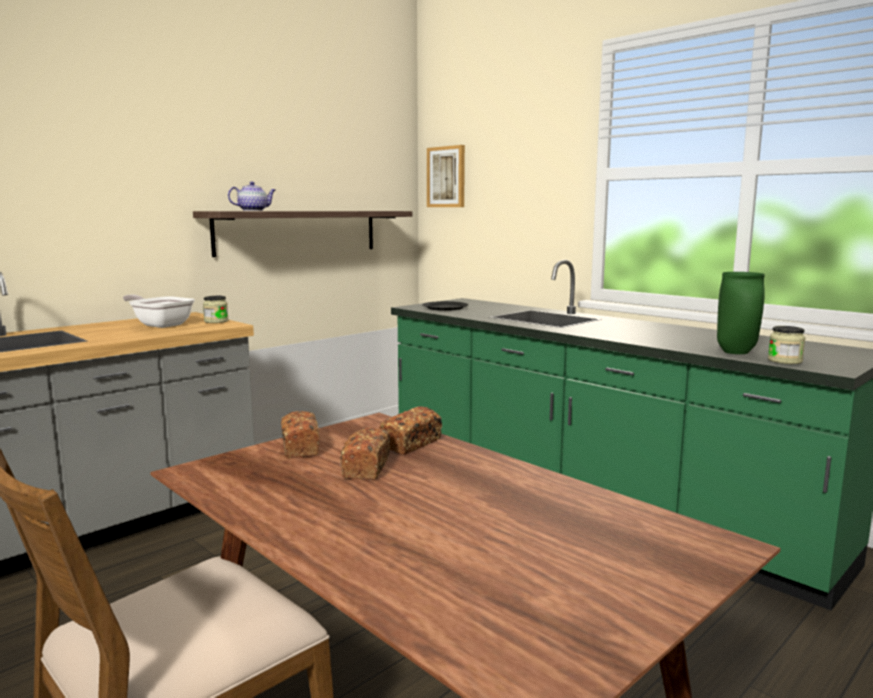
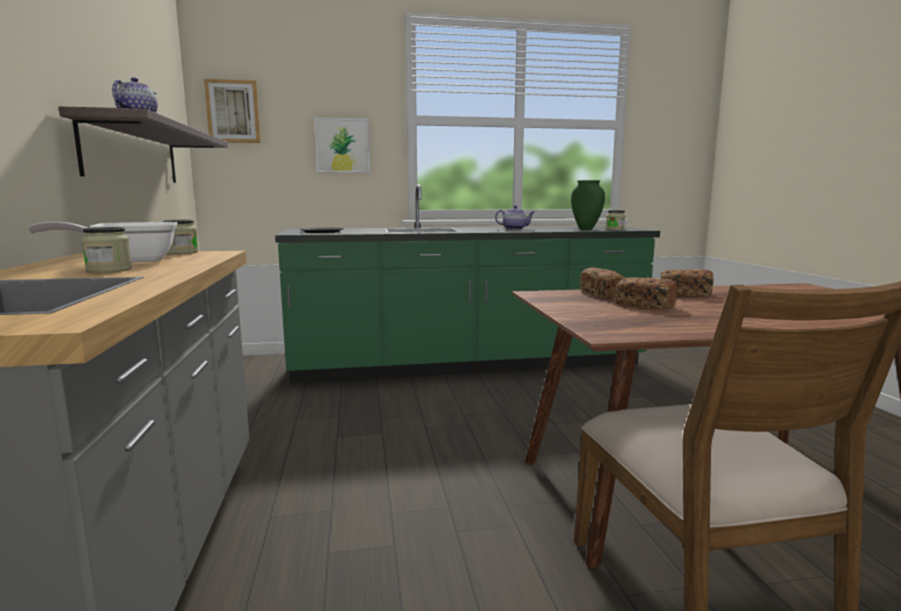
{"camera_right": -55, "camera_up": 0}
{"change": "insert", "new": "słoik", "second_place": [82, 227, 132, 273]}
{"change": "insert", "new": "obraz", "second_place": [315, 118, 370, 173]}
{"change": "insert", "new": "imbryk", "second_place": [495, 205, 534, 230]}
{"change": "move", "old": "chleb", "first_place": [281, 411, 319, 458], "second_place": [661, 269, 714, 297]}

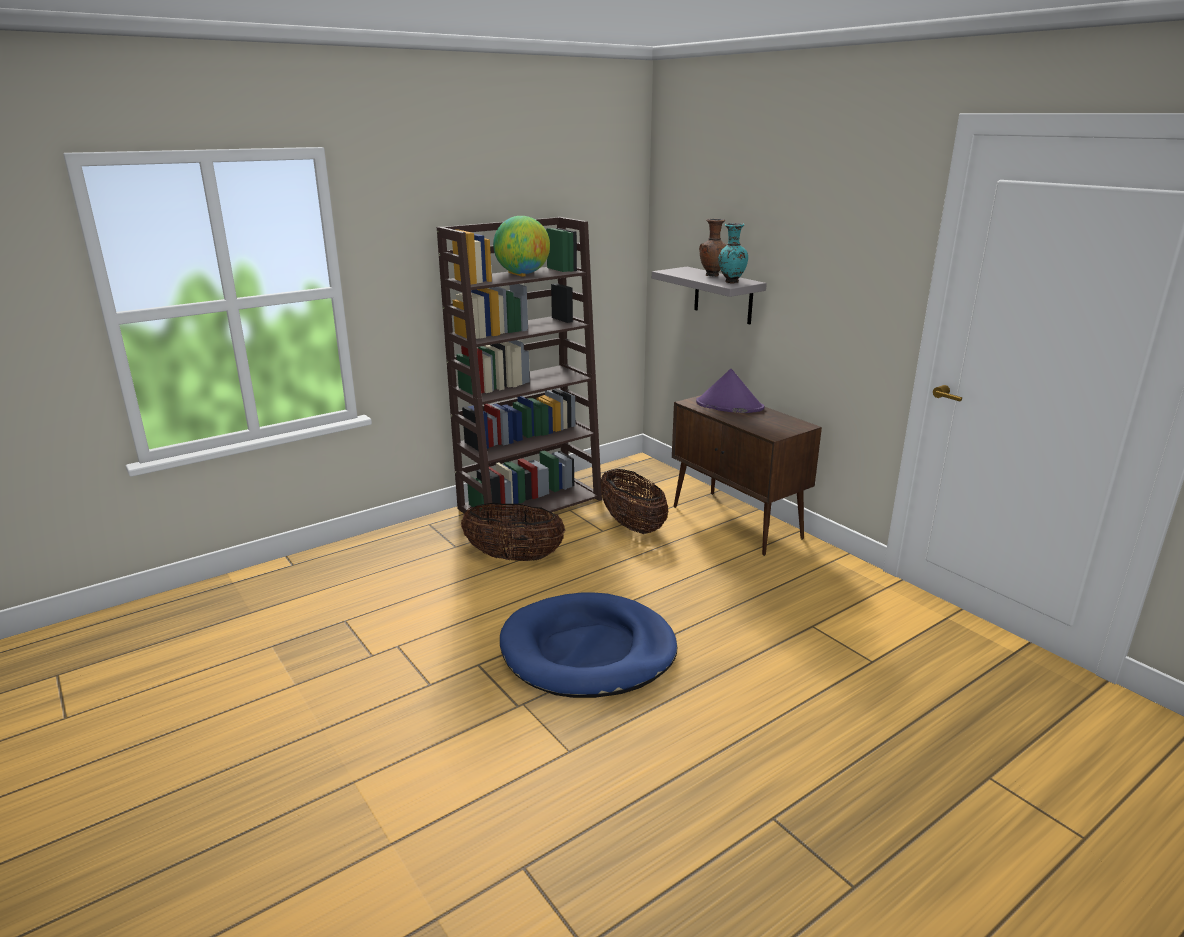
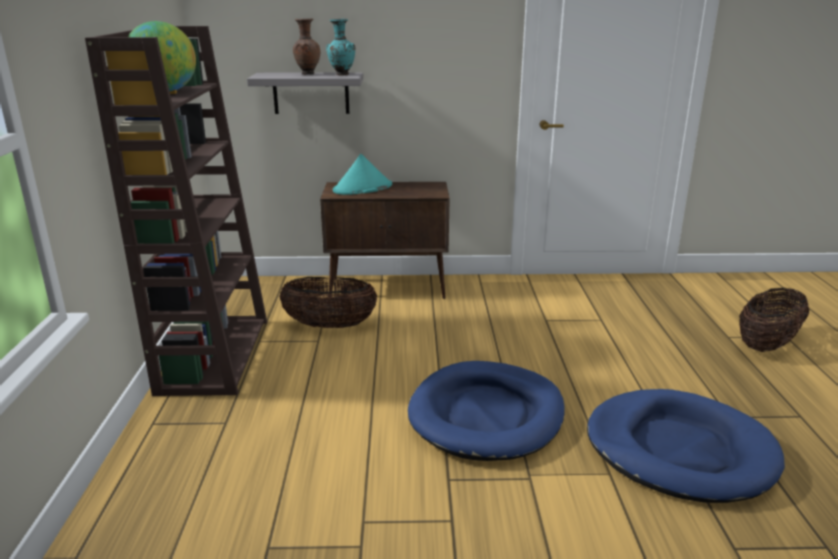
{"camera_right": -55, "camera_up": 0}
{"change": "recolor", "old": "kapelusz [fioletowy]", "new": "kapelusz [turkusowy]", "first_place": [696, 369, 764, 413], "second_place": [333, 154, 392, 195]}
{"change": "insert", "new": "legowisko [niebieski]", "second_place": [587, 389, 785, 503]}
{"change": "move", "old": "koszyk", "first_place": [461, 503, 565, 561], "second_place": [739, 288, 810, 352]}

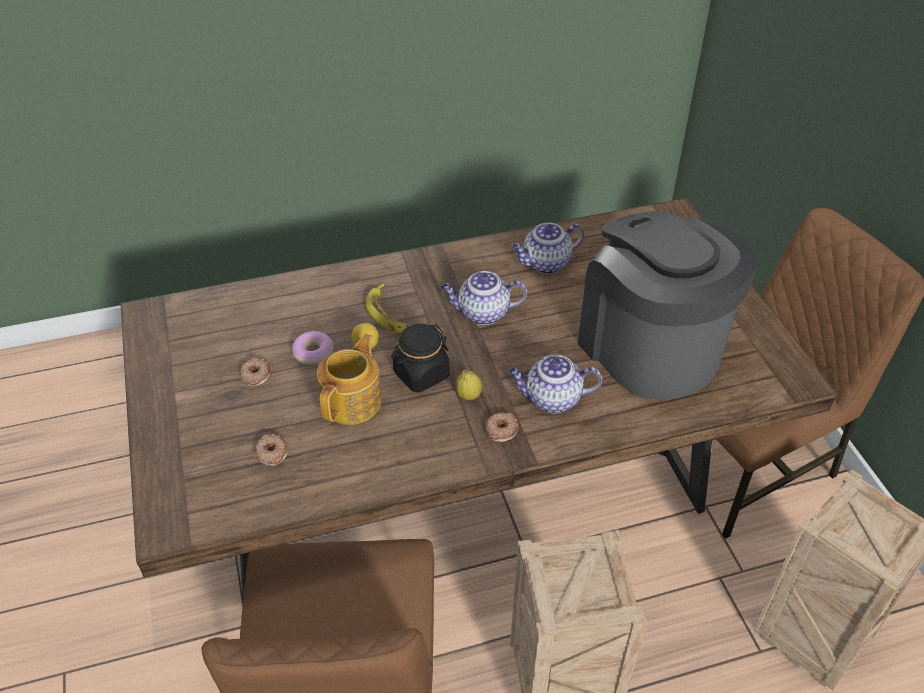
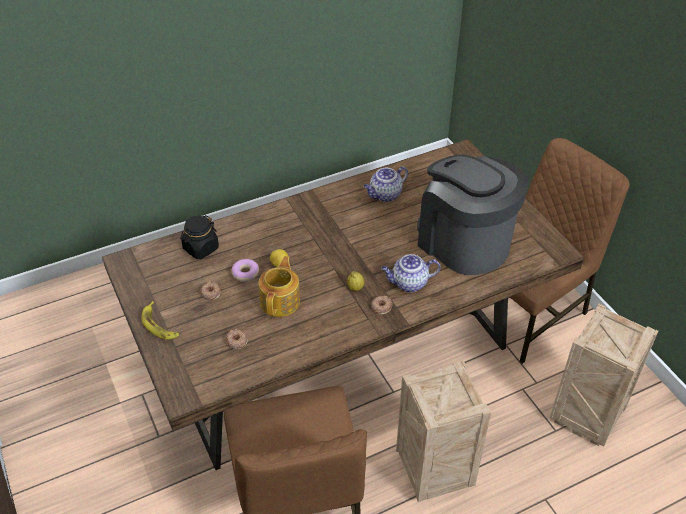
{"camera_right": -10, "camera_up": 0}
{"change": "move", "old": "banan", "first_place": [366, 283, 410, 333], "second_place": [142, 301, 179, 340]}
{"change": "move", "old": "słoik [czarny]", "first_place": [391, 324, 450, 392], "second_place": [180, 215, 219, 259]}
{"change": "delete", "old": "imbryk", "first_place": [441, 271, 527, 325]}

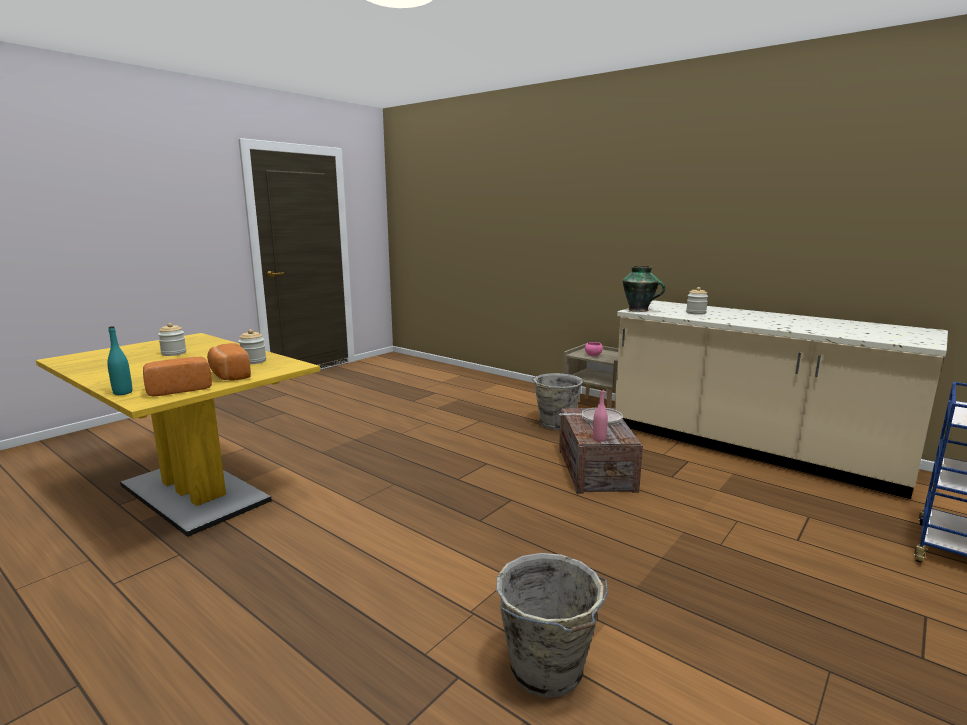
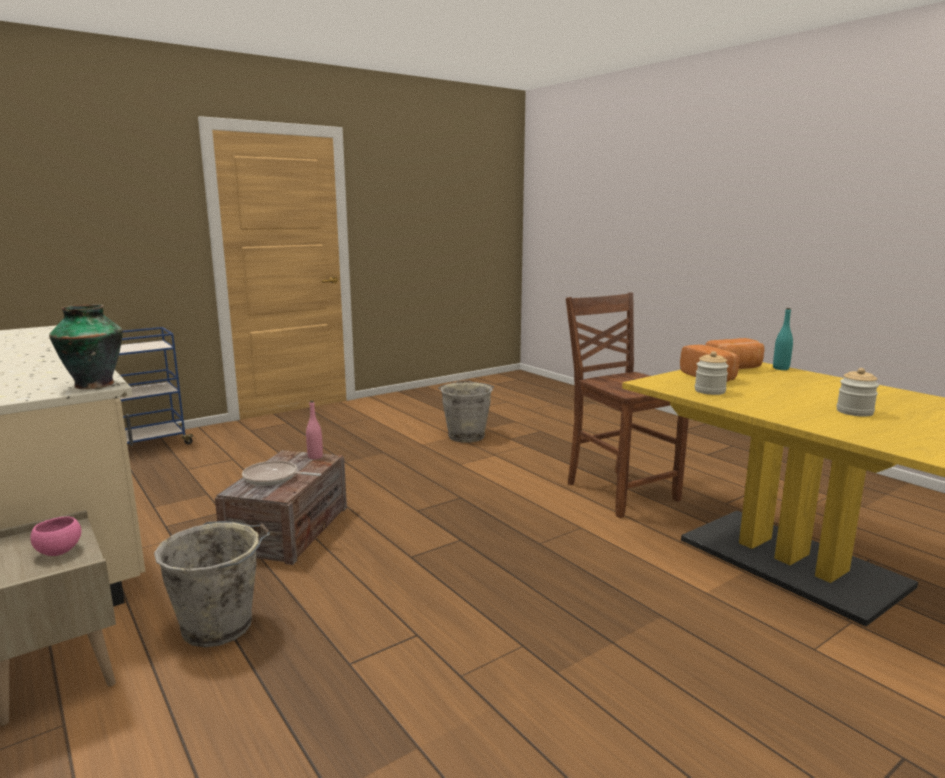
{"camera_right": -165, "camera_up": 0}
{"change": "insert", "new": "krzesło [brązowy]", "second_place": [566, 293, 689, 518]}
{"change": "delete", "old": "słoik", "first_place": [686, 287, 708, 315]}

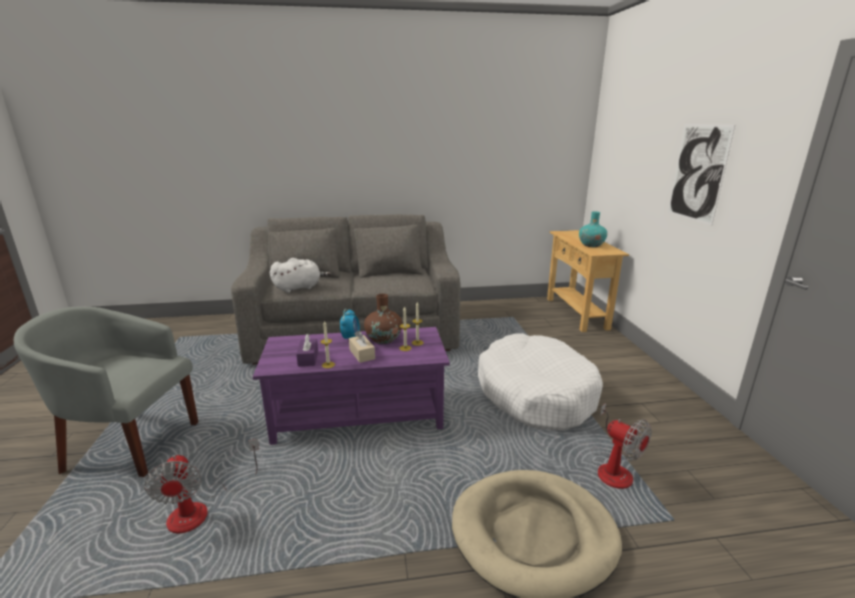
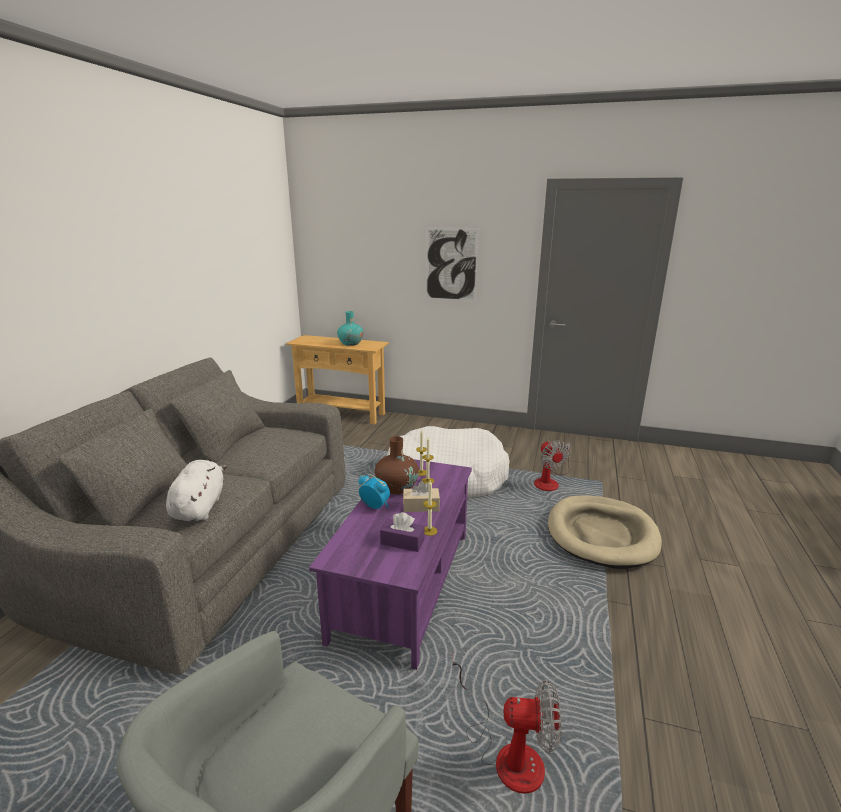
{"camera_right": -65, "camera_up": 0}
{"change": "rotate", "old": "wentylator", "first_place": [592, 403, 652, 489], "second_place": [534, 440, 570, 491], "degrees": 90}

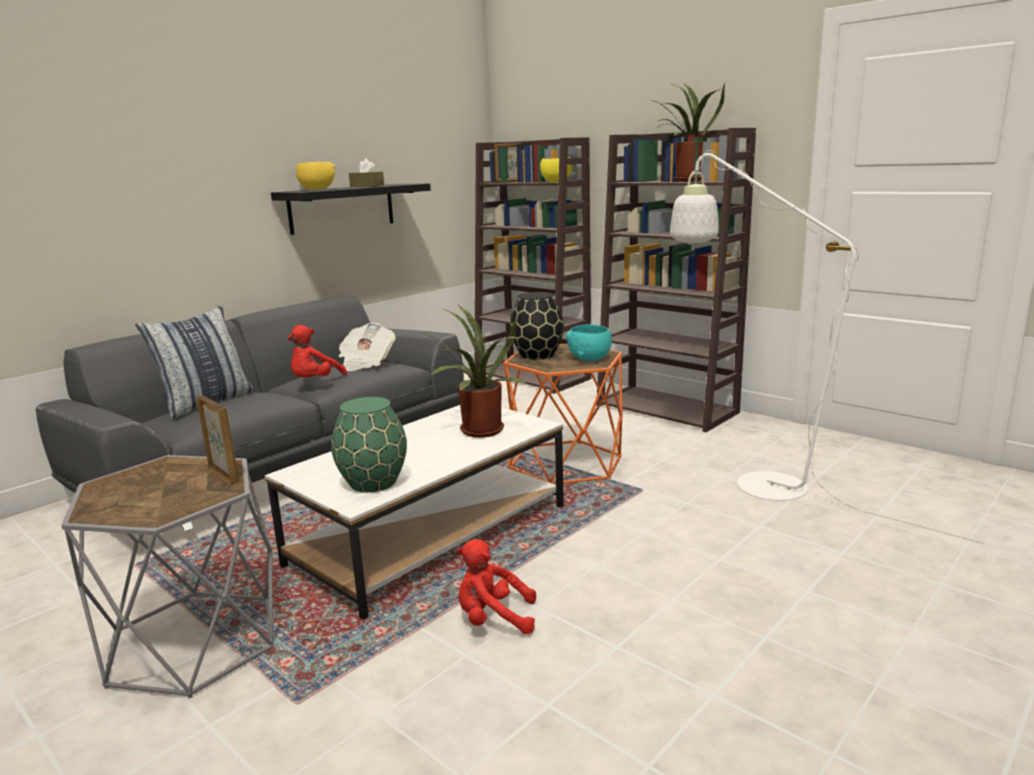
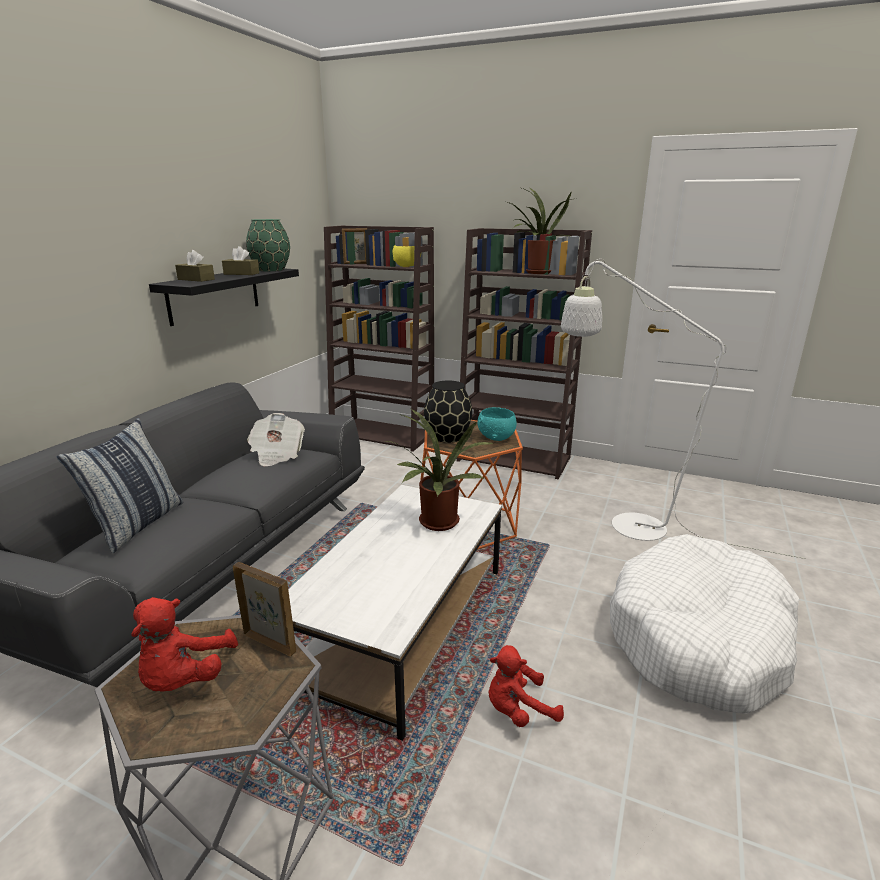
{"camera_right": -20, "camera_up": 5}
{"change": "move", "old": "pluszak [czerwony]", "first_place": [288, 325, 347, 377], "second_place": [131, 597, 238, 692]}
{"change": "replace", "old": "miska [żółty]", "new": "pudełko chusteczek [brązowy]", "first_place": [296, 162, 335, 189], "second_place": [175, 250, 215, 282]}
{"change": "move", "old": "wazon [zielony]", "first_place": [331, 397, 407, 493], "second_place": [246, 219, 290, 271]}
{"change": "insert", "new": "legowisko [biały]", "second_place": [610, 534, 799, 714]}

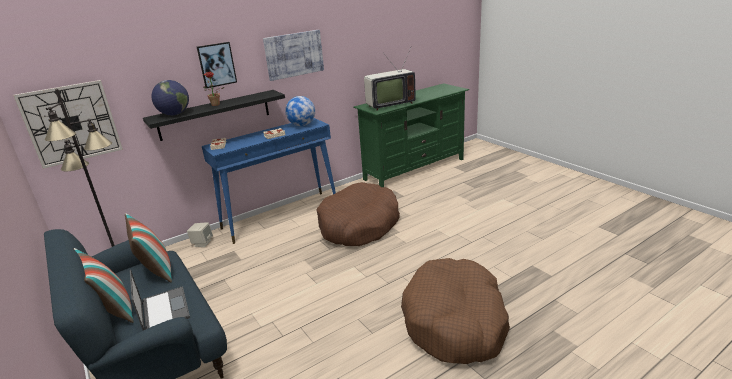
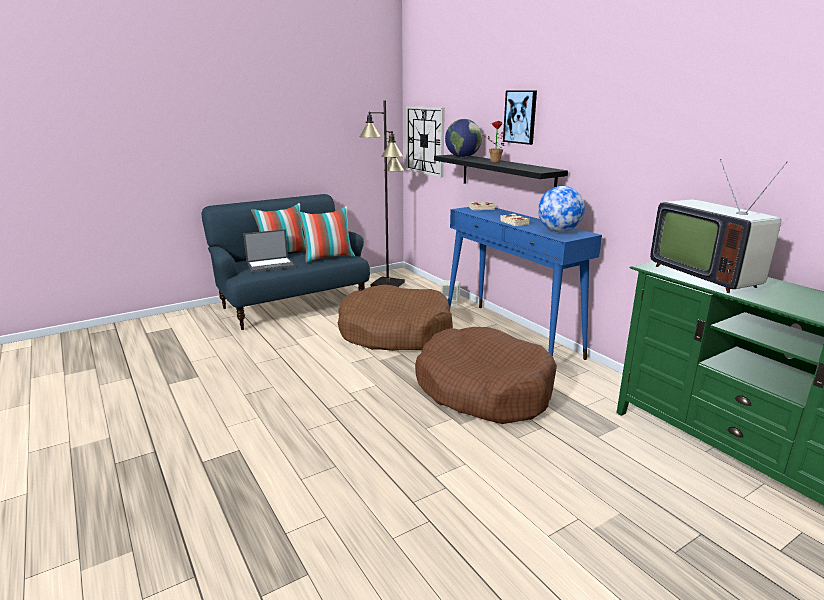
{"camera_right": 90, "camera_up": -5}
{"change": "move", "old": "legowisko [brązowy]", "first_place": [401, 258, 510, 364], "second_place": [338, 285, 453, 351]}
{"change": "delete", "old": "obraz", "first_place": [263, 30, 324, 81]}

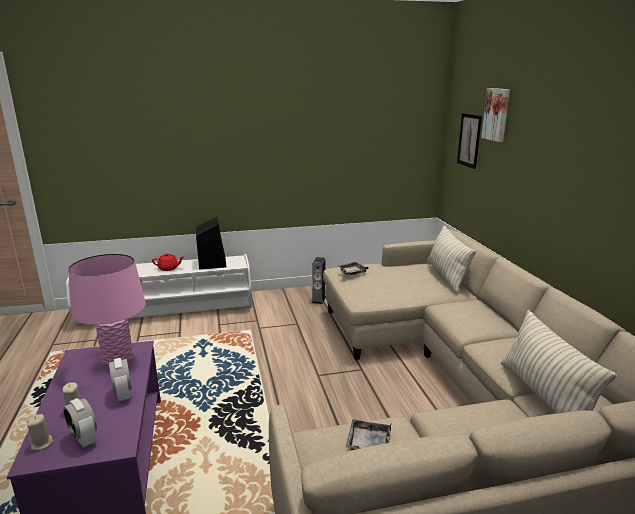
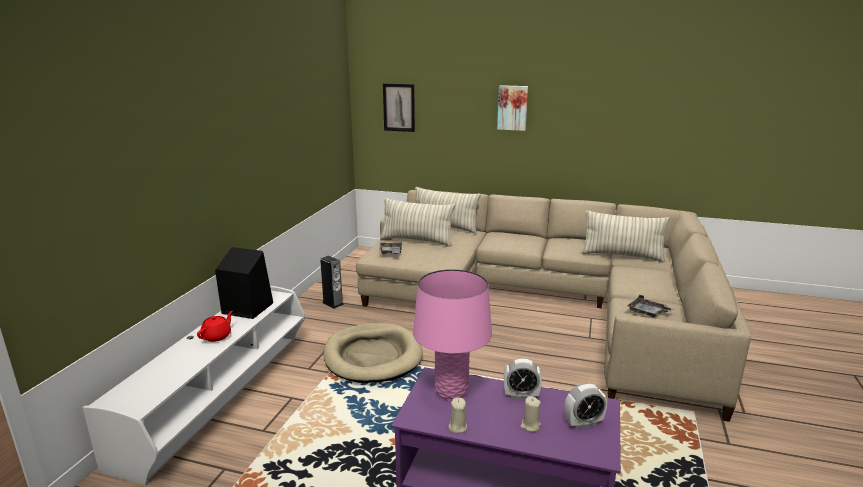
{"camera_right": -60, "camera_up": 0}
{"change": "insert", "new": "legowisko [beżowy]", "second_place": [323, 323, 423, 383]}
{"change": "insert", "new": "poduszka", "second_place": [380, 198, 455, 247]}
{"change": "move", "old": "świeca [beżowy]", "first_place": [27, 414, 53, 450], "second_place": [448, 398, 467, 433]}
{"change": "move", "old": "obraz", "first_place": [481, 88, 510, 142], "second_place": [497, 85, 528, 131]}

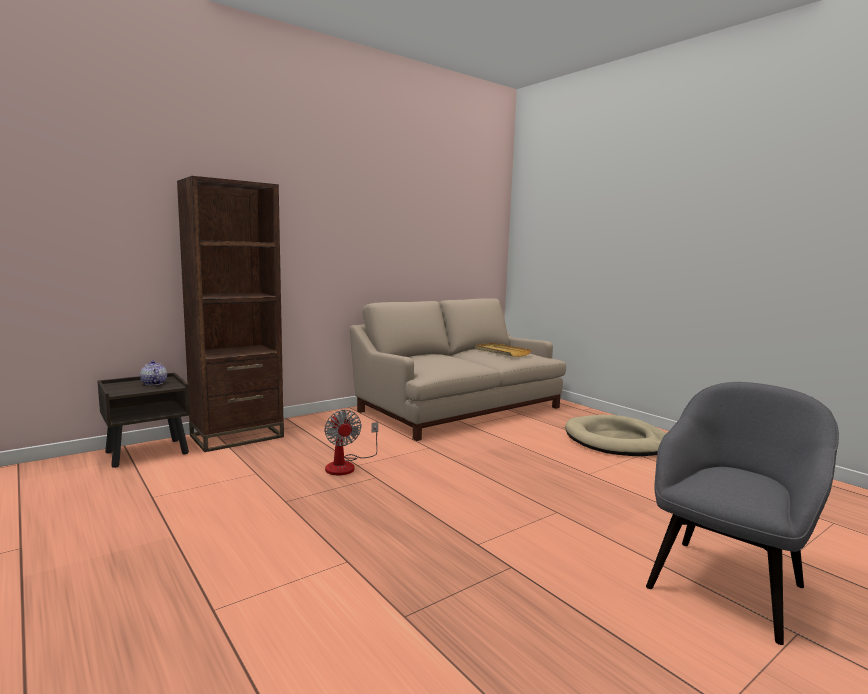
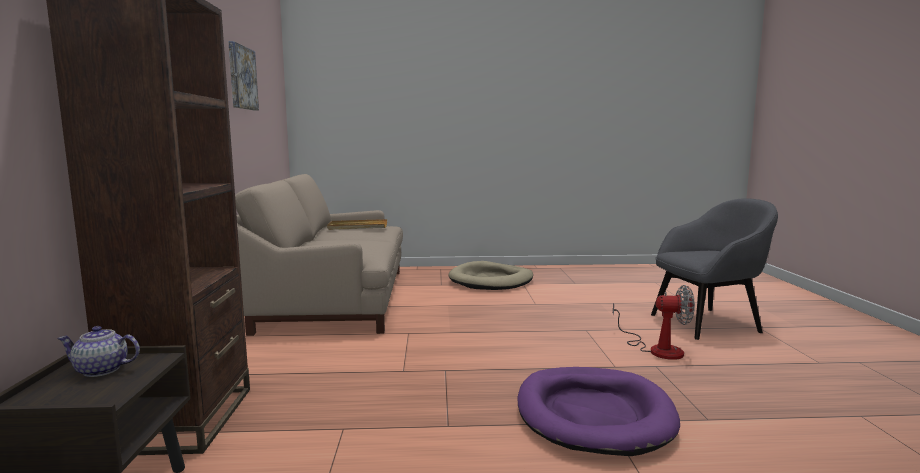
{"camera_right": -55, "camera_up": 0}
{"change": "insert", "new": "obraz", "second_place": [228, 41, 259, 110]}
{"change": "insert", "new": "legowisko [fioletowy]", "second_place": [517, 367, 680, 456]}
{"change": "move", "old": "wentylator", "first_place": [324, 410, 378, 475], "second_place": [613, 285, 695, 360]}
{"change": "rotate", "old": "fotel [szary]", "first_place": [646, 382, 839, 645], "second_place": [651, 198, 778, 340], "degrees": 90}

